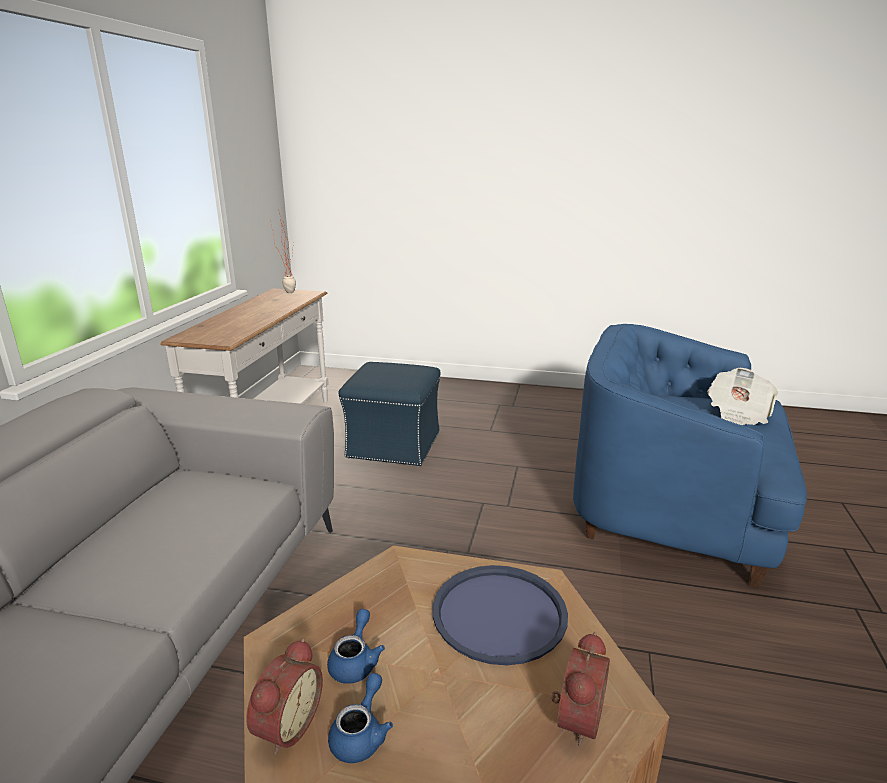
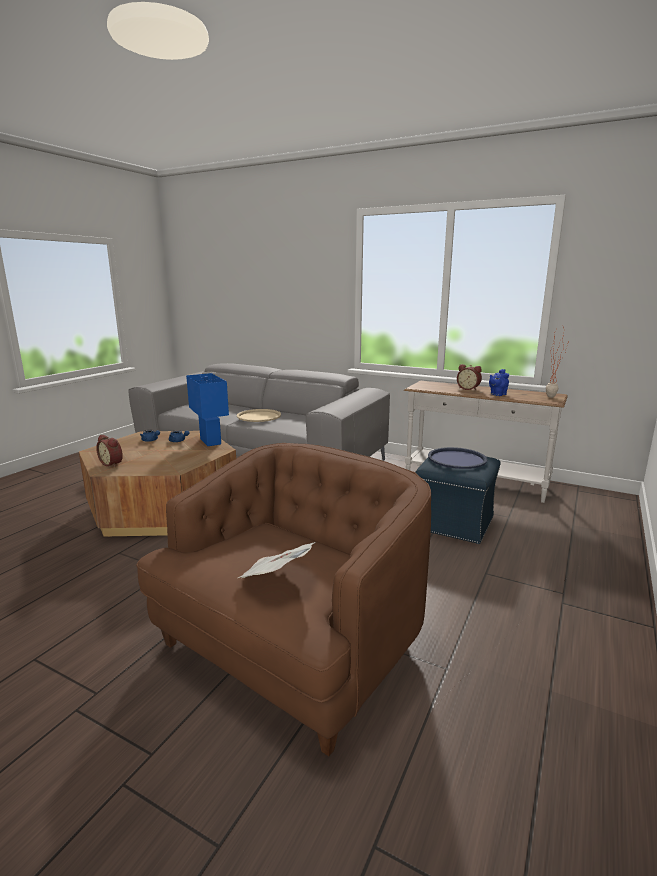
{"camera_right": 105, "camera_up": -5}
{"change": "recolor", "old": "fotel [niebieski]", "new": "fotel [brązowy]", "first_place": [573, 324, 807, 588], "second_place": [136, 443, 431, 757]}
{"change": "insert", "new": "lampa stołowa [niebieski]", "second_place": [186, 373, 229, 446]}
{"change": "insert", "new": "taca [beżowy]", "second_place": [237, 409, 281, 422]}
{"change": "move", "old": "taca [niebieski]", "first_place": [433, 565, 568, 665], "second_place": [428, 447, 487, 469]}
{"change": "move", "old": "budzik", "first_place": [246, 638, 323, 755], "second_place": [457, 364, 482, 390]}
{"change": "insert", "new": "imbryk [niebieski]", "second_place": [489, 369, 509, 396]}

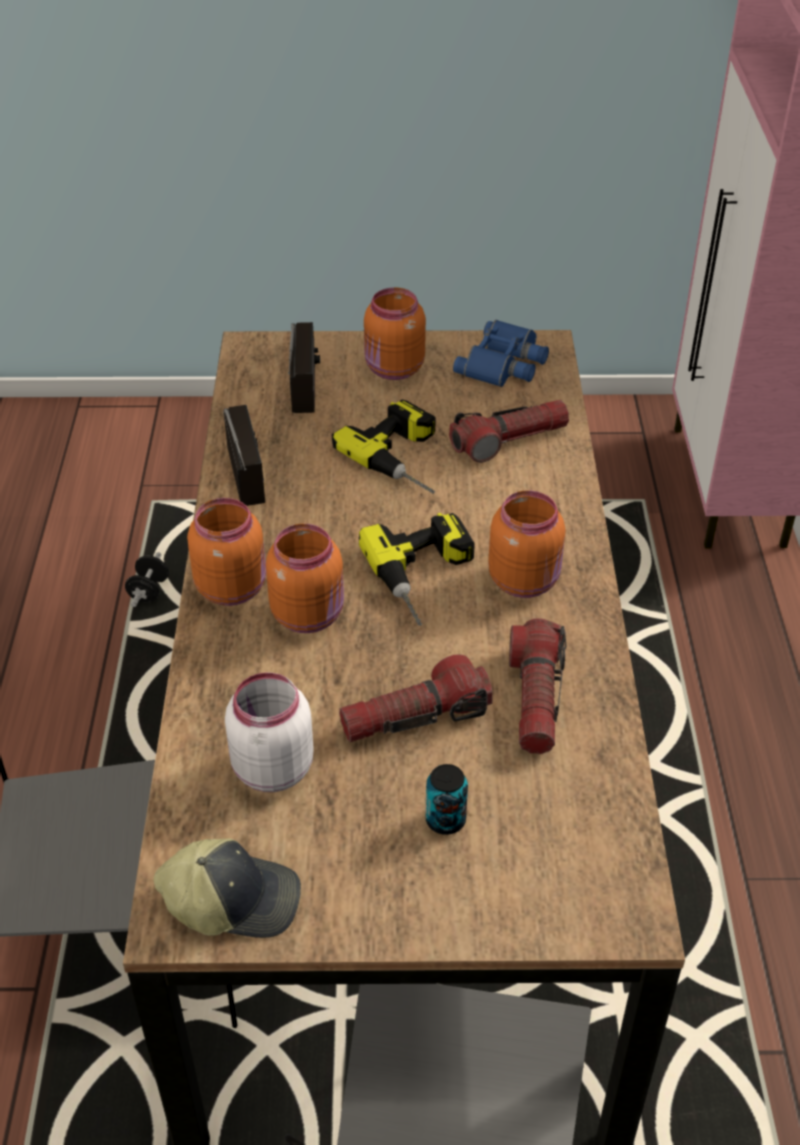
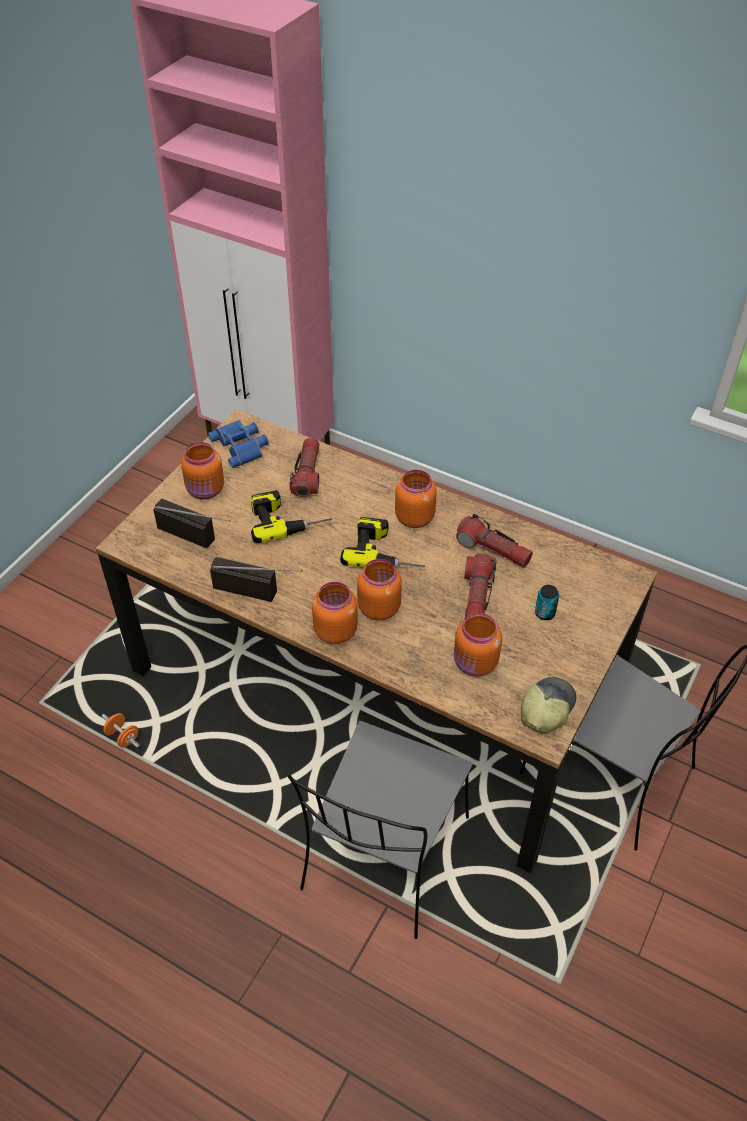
{"camera_right": -60, "camera_up": 5}
{"change": "recolor", "old": "hantel [czarny]", "new": "hantel [pomarańczowy]", "first_place": [125, 552, 169, 607], "second_place": [102, 713, 140, 748]}
{"change": "recolor", "old": "słoik [biały]", "new": "słoik [pomarańczowy]", "first_place": [225, 673, 314, 792], "second_place": [454, 613, 502, 677]}

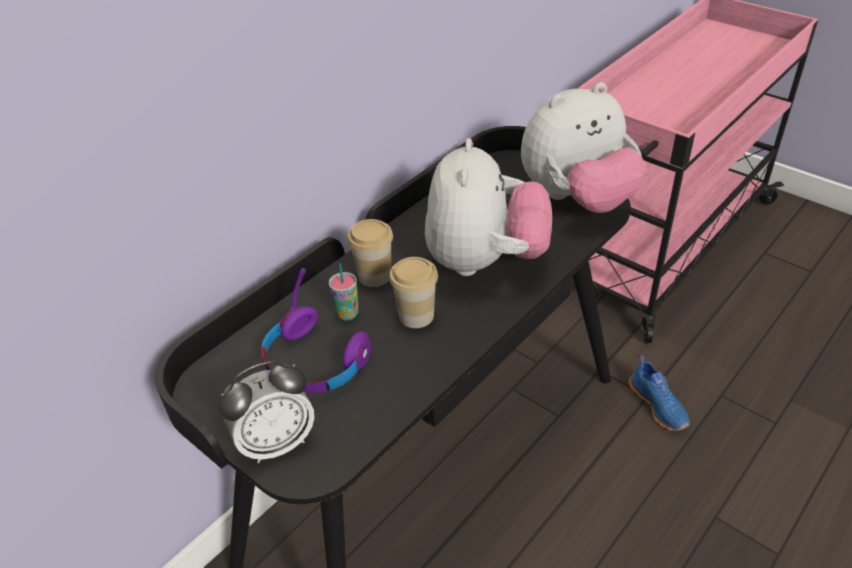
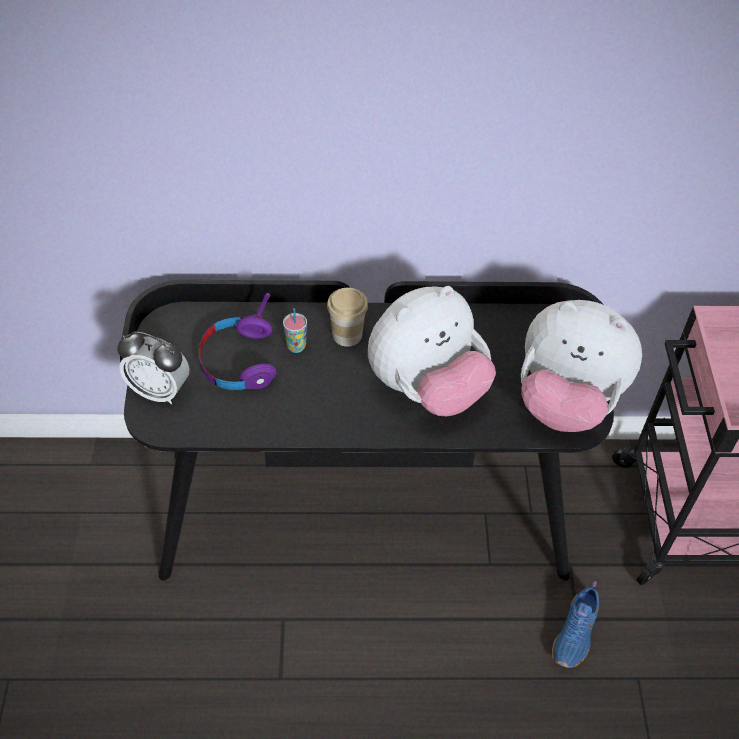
{"camera_right": 45, "camera_up": 10}
{"change": "delete", "old": "filiżanka", "first_place": [389, 257, 438, 328]}

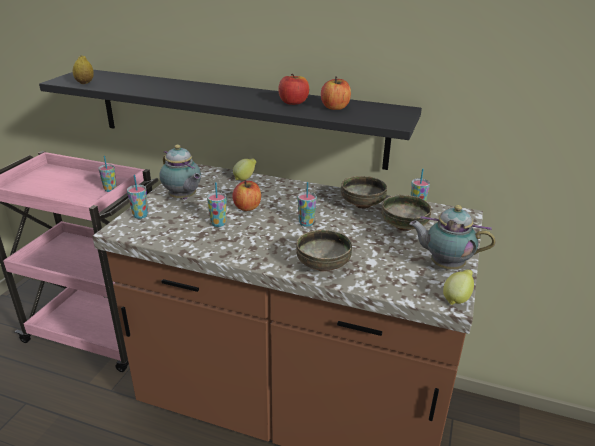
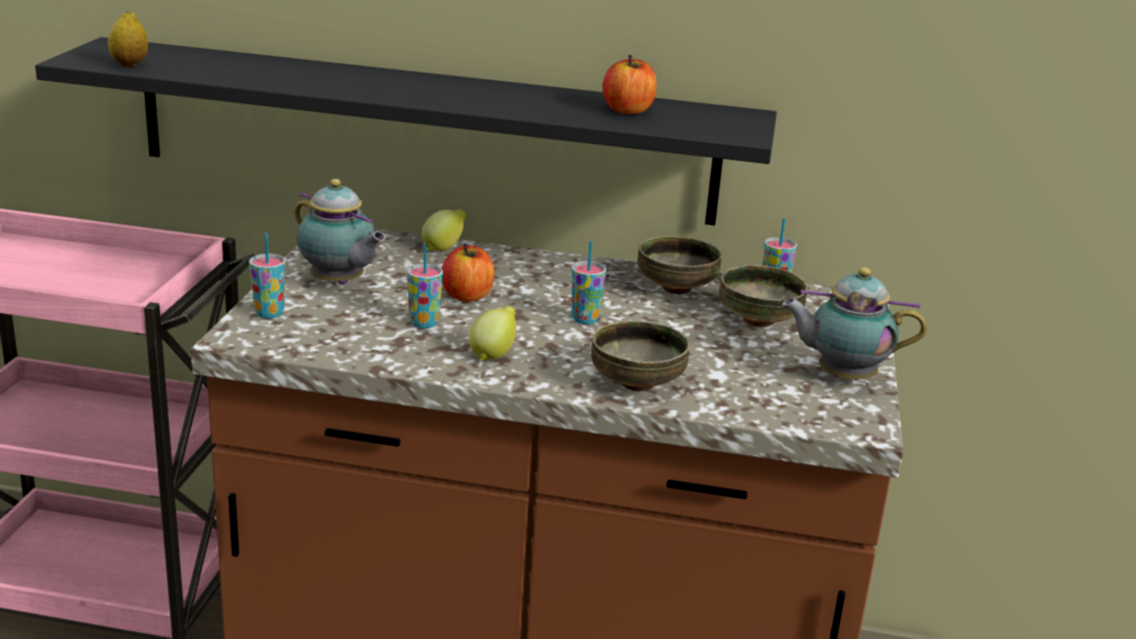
{"camera_right": -10, "camera_up": -5}
{"change": "move", "old": "cytryna", "first_place": [443, 270, 474, 305], "second_place": [469, 306, 517, 361]}
{"change": "delete", "old": "filiżanka", "first_place": [98, 156, 117, 192]}
{"change": "delete", "old": "jabłko", "first_place": [278, 74, 309, 105]}

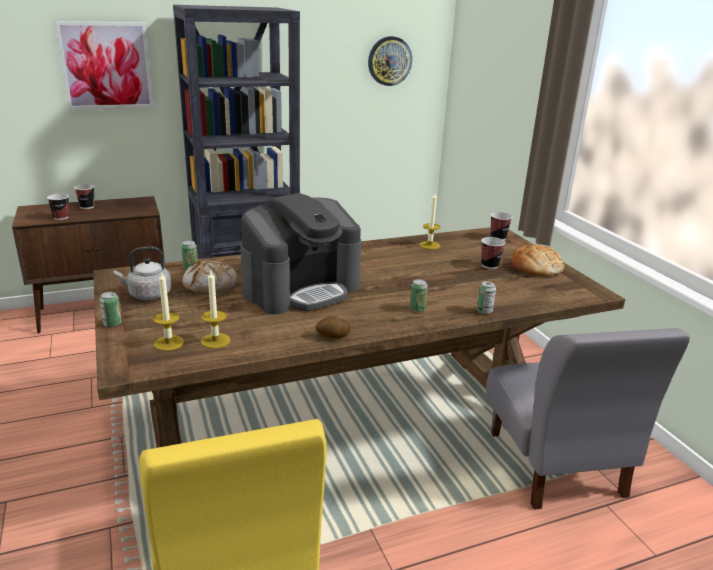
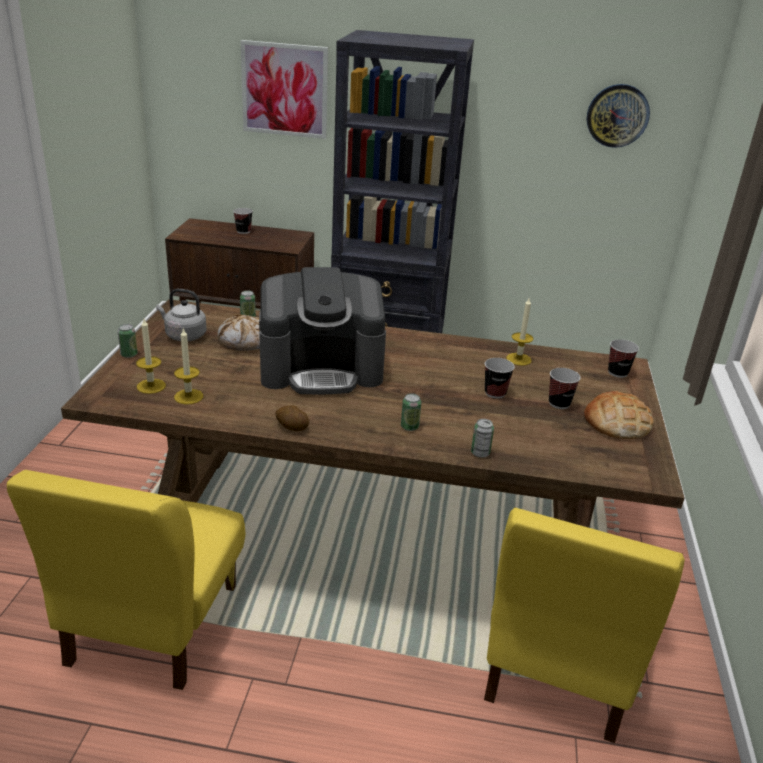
{"camera_right": 30, "camera_up": 5}
{"change": "recolor", "old": "krzesło [szary]", "new": "krzesło [żółty]", "first_place": [486, 328, 690, 510], "second_place": [484, 507, 685, 743]}
{"change": "move", "old": "filiżanka", "first_place": [47, 194, 69, 220], "second_place": [485, 358, 515, 399]}

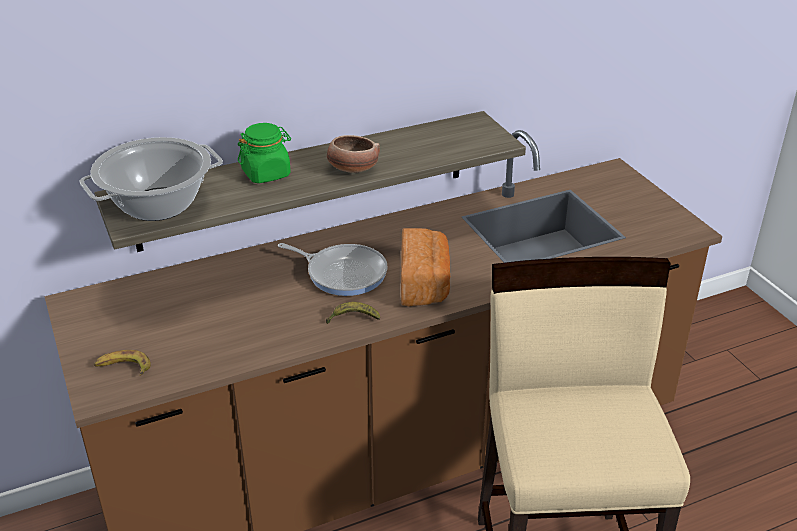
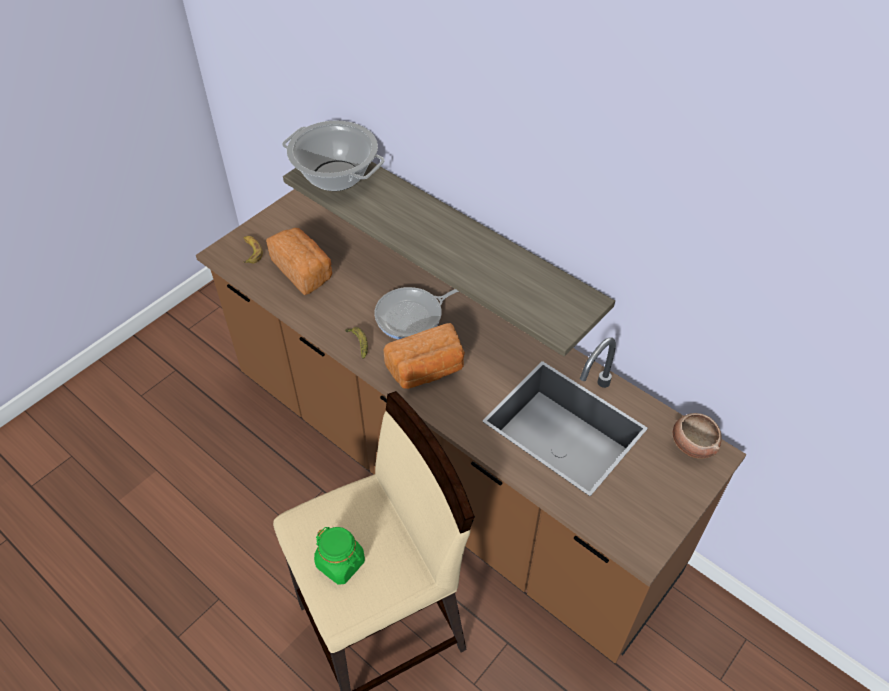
{"camera_right": 65, "camera_up": 15}
{"change": "insert", "new": "chleb", "second_place": [266, 228, 332, 295]}
{"change": "move", "old": "słoik [zielony]", "first_place": [238, 123, 291, 183], "second_place": [314, 527, 365, 585]}
{"change": "rotate", "old": "patelnia", "first_place": [278, 243, 387, 296], "second_place": [374, 287, 459, 340], "degrees": 60}
{"change": "move", "old": "miska", "first_place": [327, 135, 380, 173], "second_place": [673, 413, 722, 459]}

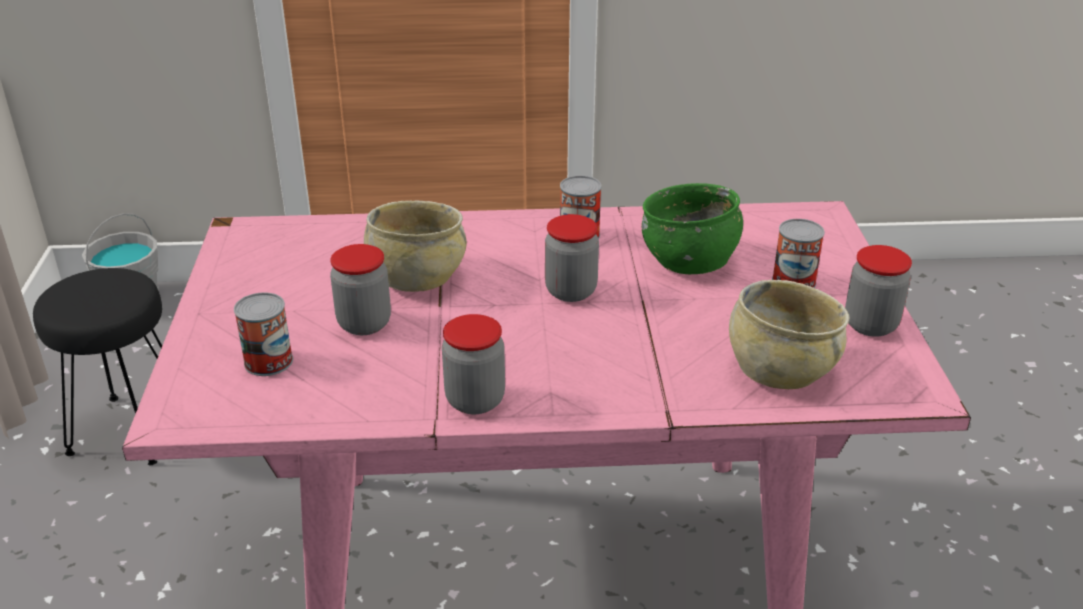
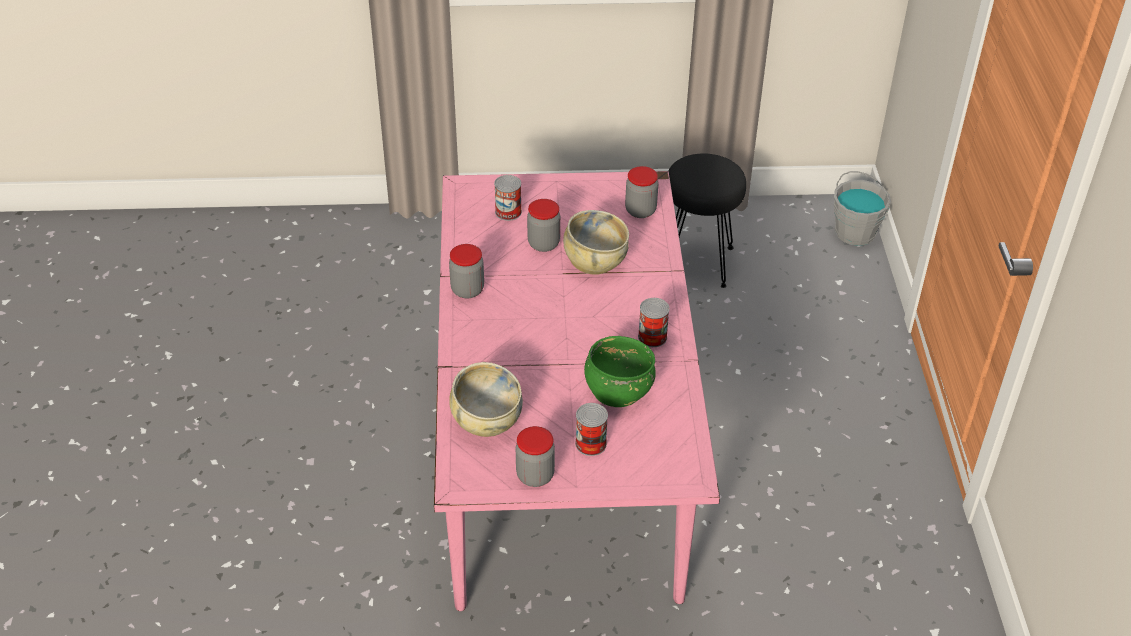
{"camera_right": 90, "camera_up": 10}
{"change": "move", "old": "słoik", "first_place": [545, 214, 599, 302], "second_place": [625, 166, 658, 218]}

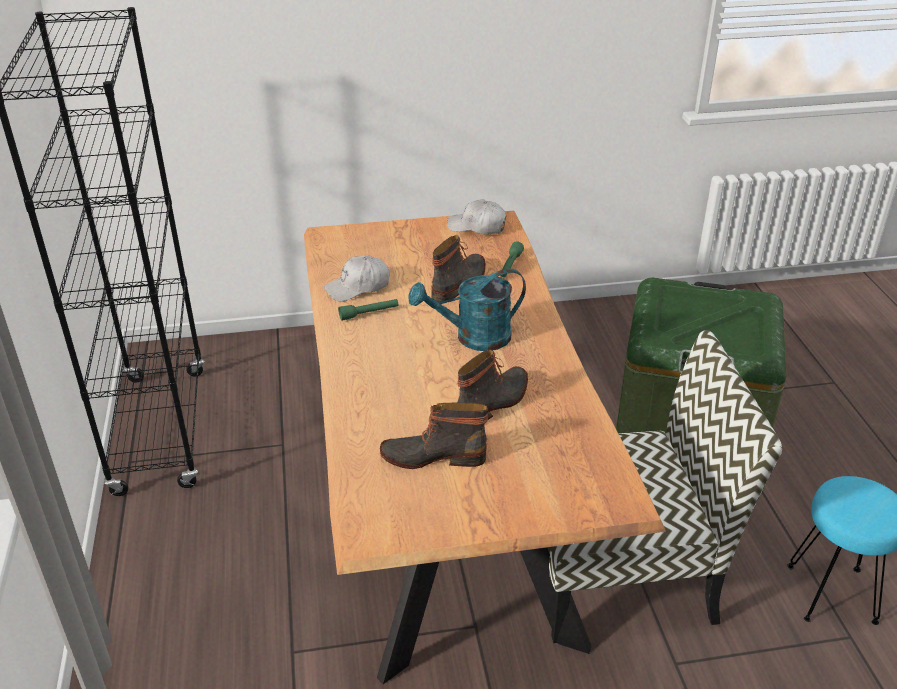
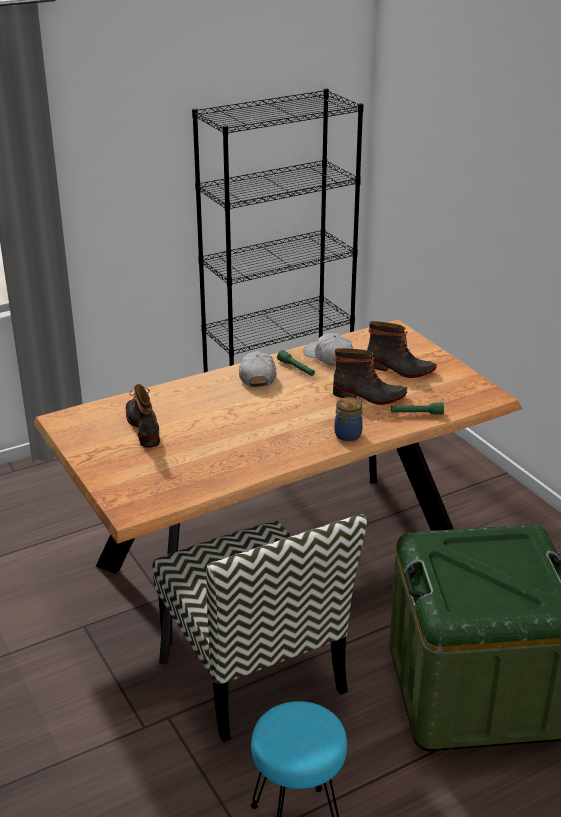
{"camera_right": 70, "camera_up": -5}
{"change": "move", "old": "czapka z daszkiem [biały]", "first_place": [447, 199, 506, 235], "second_place": [239, 351, 277, 387]}
{"change": "insert", "new": "słoik", "second_place": [334, 397, 363, 441]}
{"change": "move", "old": "but z cholewką", "first_place": [457, 350, 528, 420], "second_place": [367, 321, 437, 378]}
{"change": "delete", "old": "konewka [turkusowy]", "first_place": [409, 269, 526, 351]}

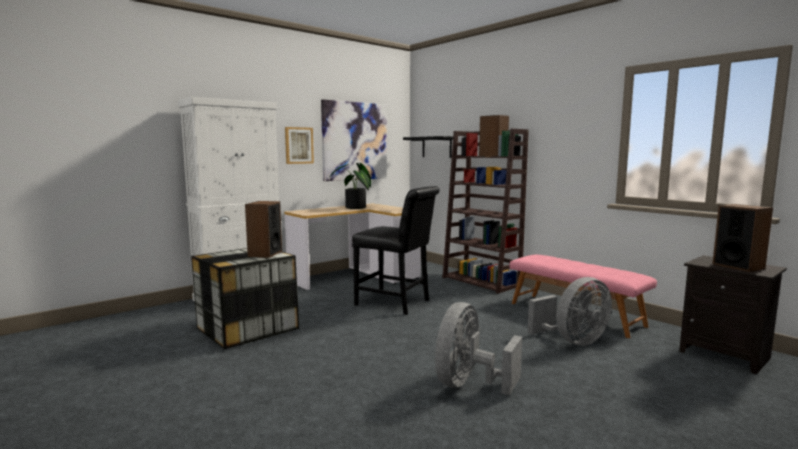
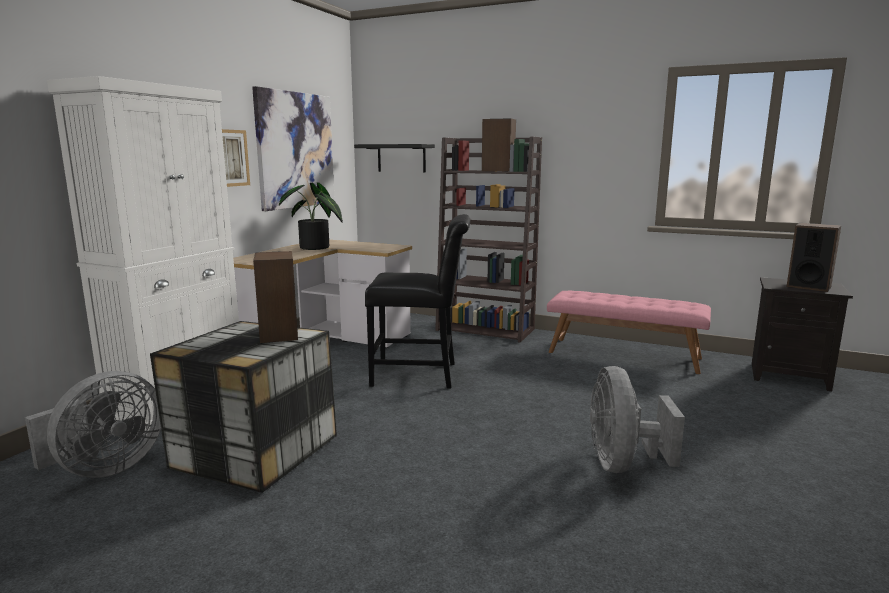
{"camera_right": -25, "camera_up": 5}
{"change": "move", "old": "wentylator [szary]", "first_place": [528, 277, 612, 346], "second_place": [25, 371, 161, 478]}

